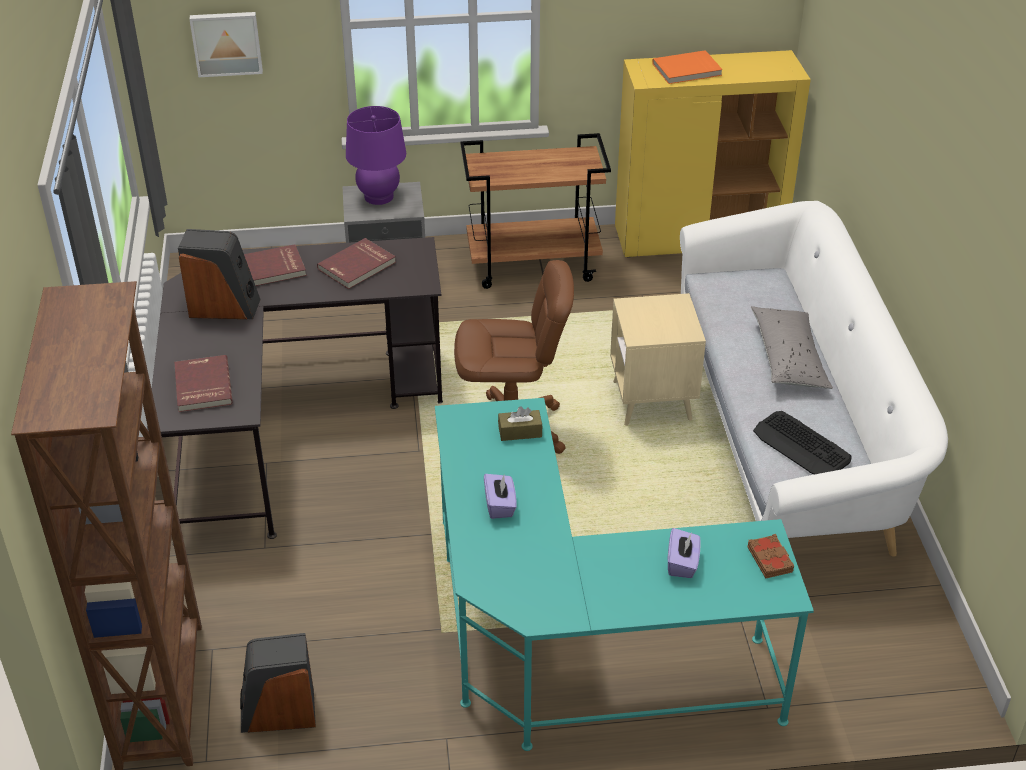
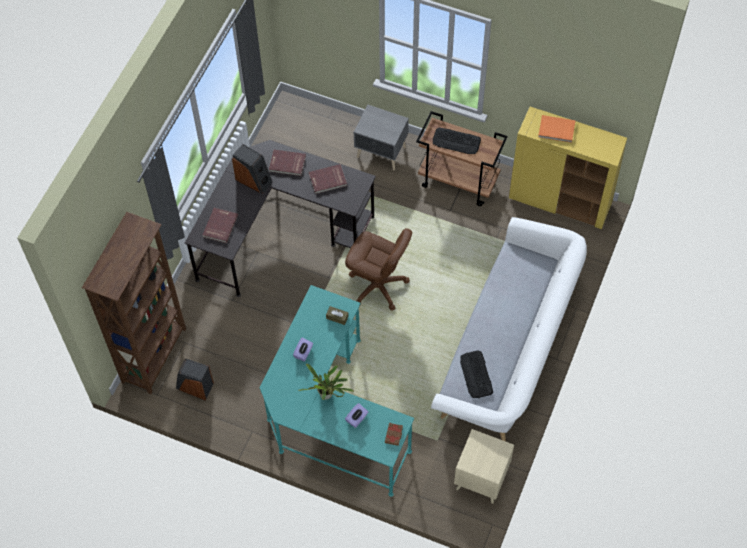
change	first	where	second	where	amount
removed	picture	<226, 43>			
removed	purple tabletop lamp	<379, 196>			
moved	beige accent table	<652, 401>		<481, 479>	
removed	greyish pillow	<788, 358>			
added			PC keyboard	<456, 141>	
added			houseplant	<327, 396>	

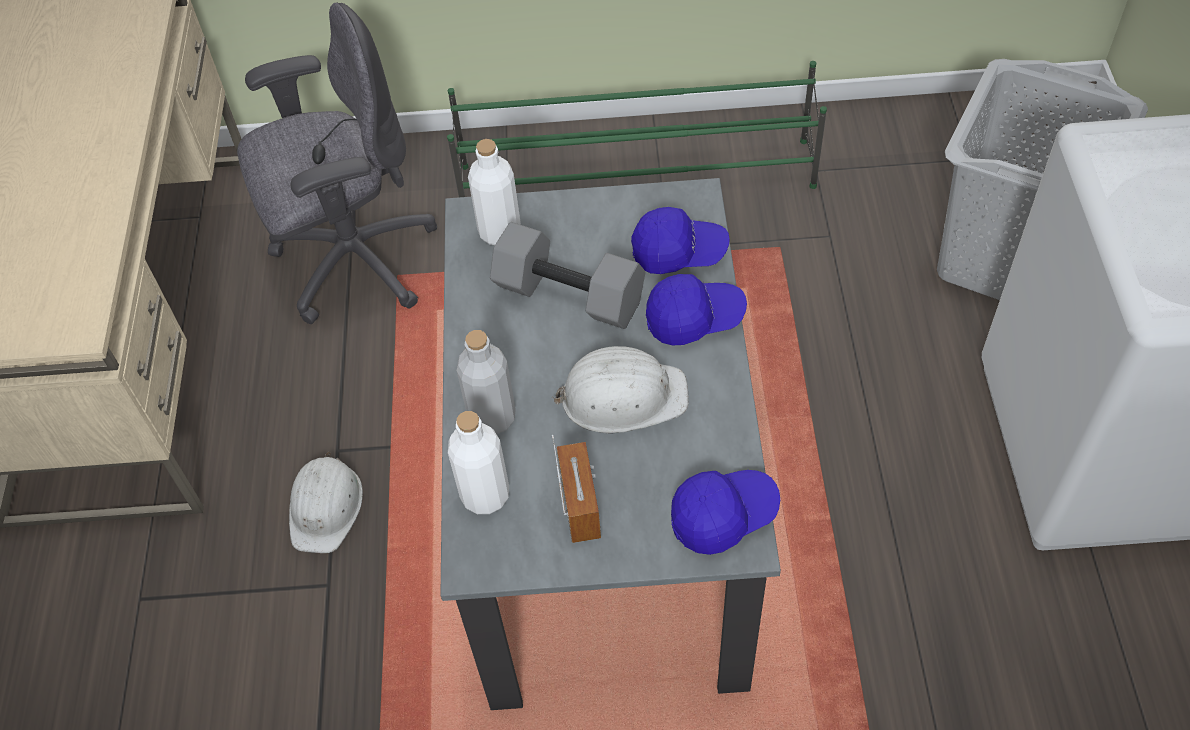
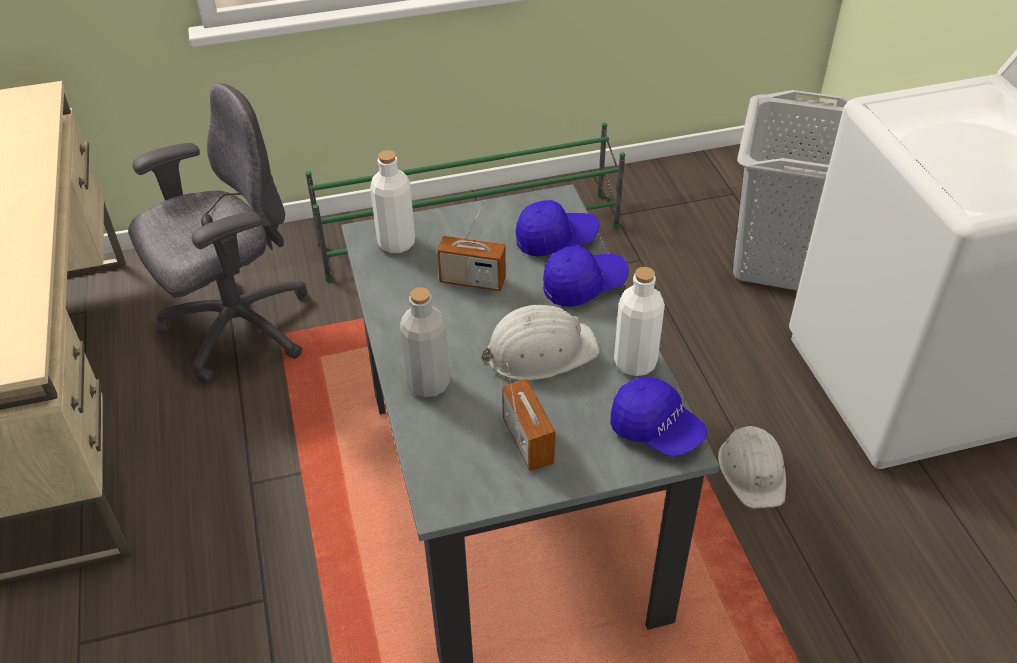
change	first	where	second	where	amount
replaced	greyish dumbbell	<571, 293>	radio set	<472, 281>	
moved	white-coloured drink bottle	<485, 495>		<635, 363>	
moved	white-coloured work helmet	<326, 507>		<753, 471>	
turned	blue-coloured baseball cap	<723, 515>		<656, 430>	75 degrees clockwise

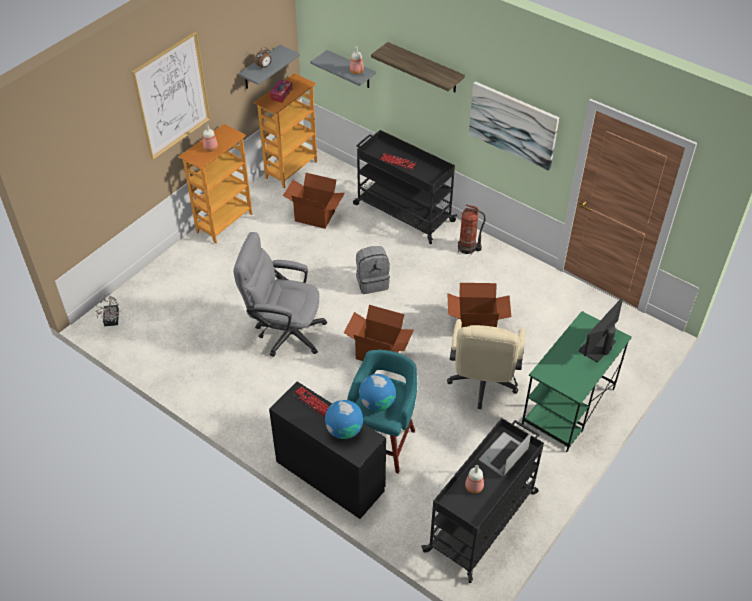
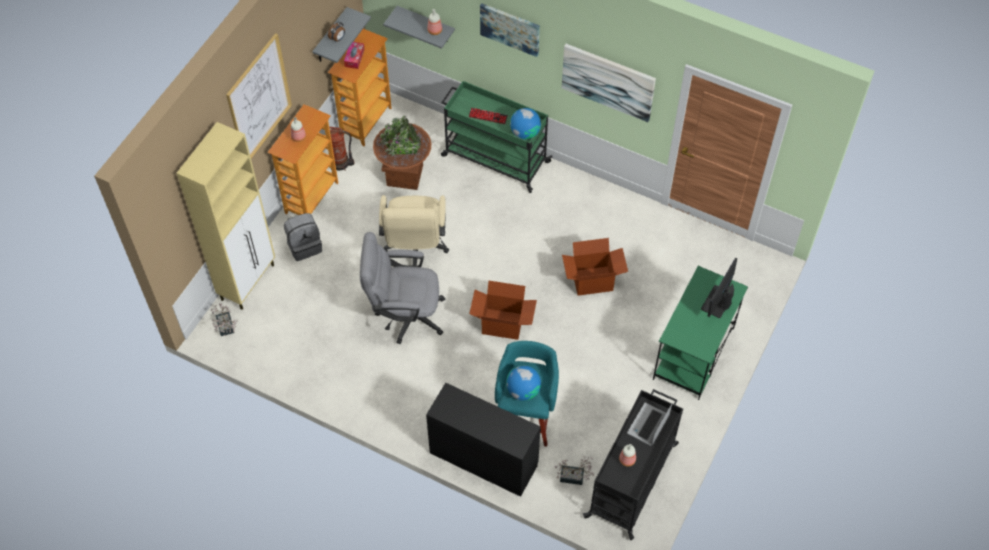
change	first	where	second	where	amount
replaced	bracket shelf	<425, 68>	picture	<510, 29>	
recoloured	black-coloured cart	<402, 212>	green-coloured cart	<494, 158>	
replaced	packing box	<315, 215>	brown-coloured flower pot	<404, 175>	
moved	extinguisher	<468, 248>		<341, 163>	
moved	greyish knapsack	<372, 282>		<305, 246>	
moved	beige desk chair	<482, 385>		<415, 249>	
removed	PC keyboard	<313, 402>			
moved	globe	<344, 430>		<525, 133>	
added			beige cupboard	<248, 281>	
added			houseplant	<575, 477>	

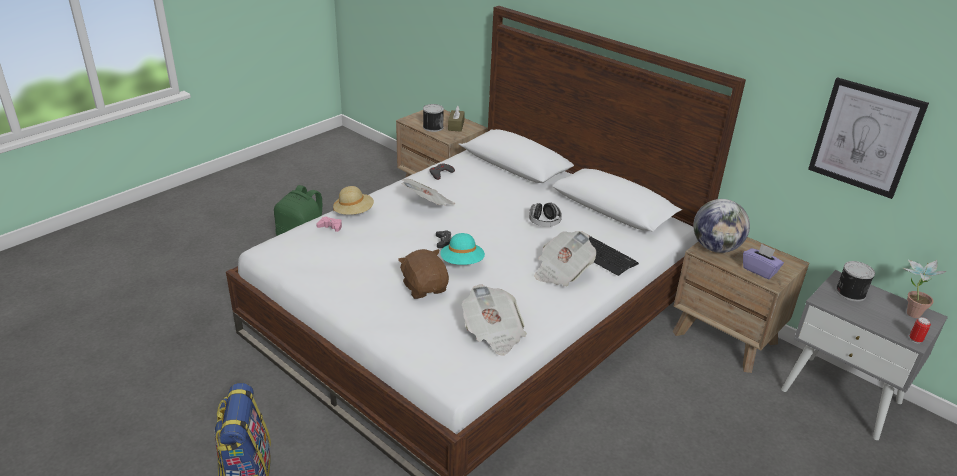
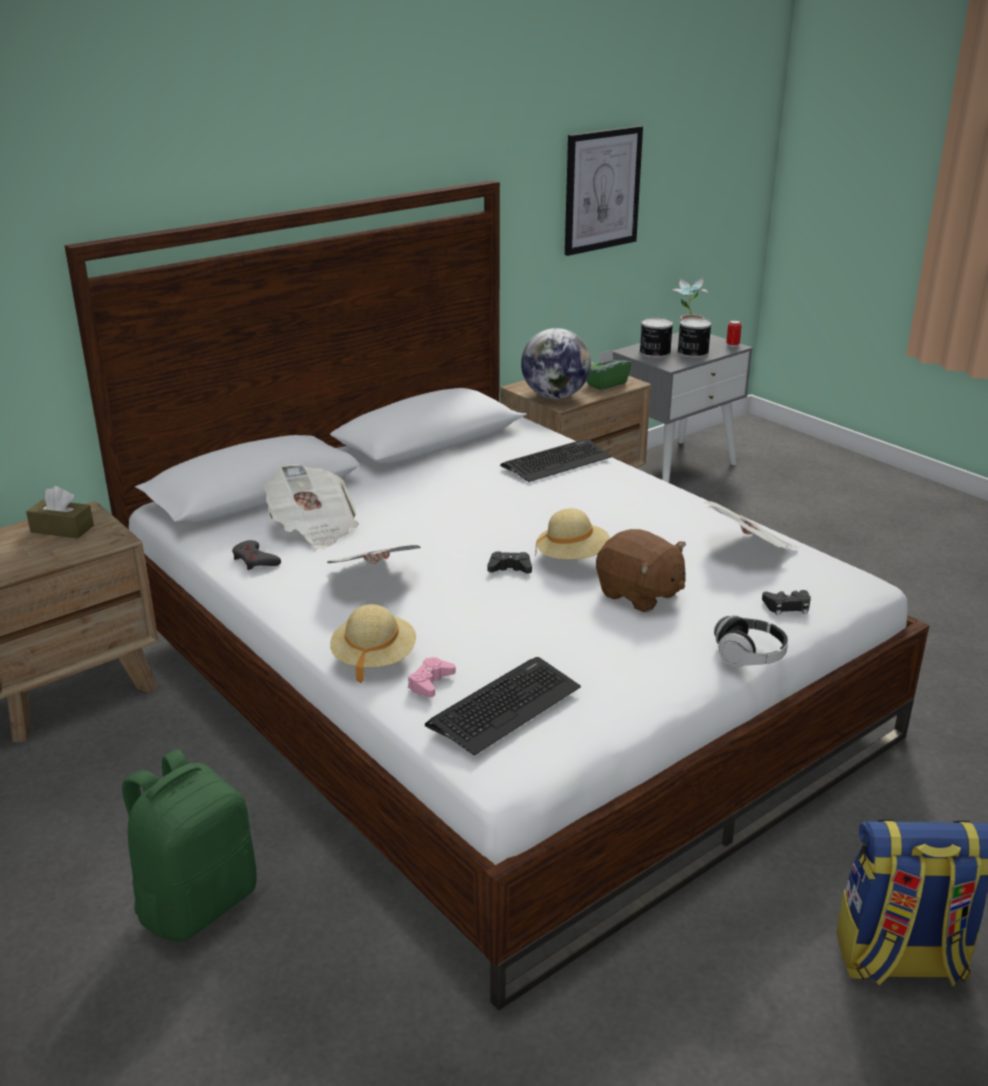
change	first	where	second	where	amount
moved	can	<432, 127>		<692, 353>	
moved	pair of headphones	<544, 222>		<749, 656>	
moved	newspaper	<562, 271>		<313, 528>	
recoloured	blue-green hat	<462, 263>	beige hat	<572, 558>	
recoloured	purple box of tissues	<759, 270>	green-coloured box of tissues	<606, 384>	
turned	brown-coloured soft toy	<425, 288>		<639, 594>	120 degrees counterclockwise
added			black-coloured game controller	<787, 606>	
added			PC keyboard	<504, 706>	

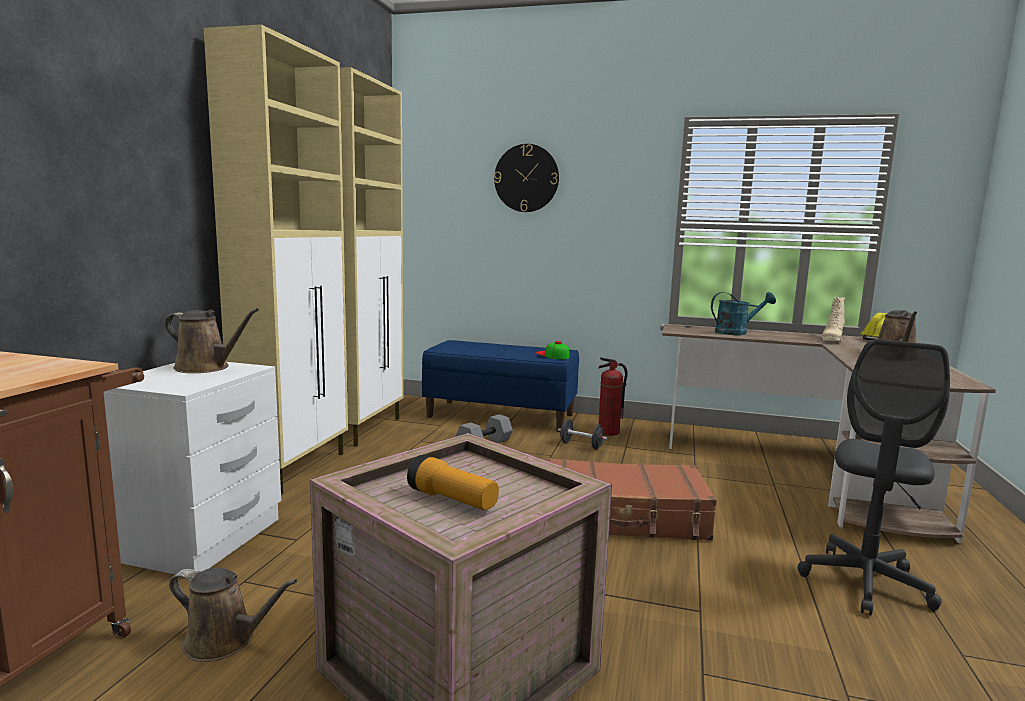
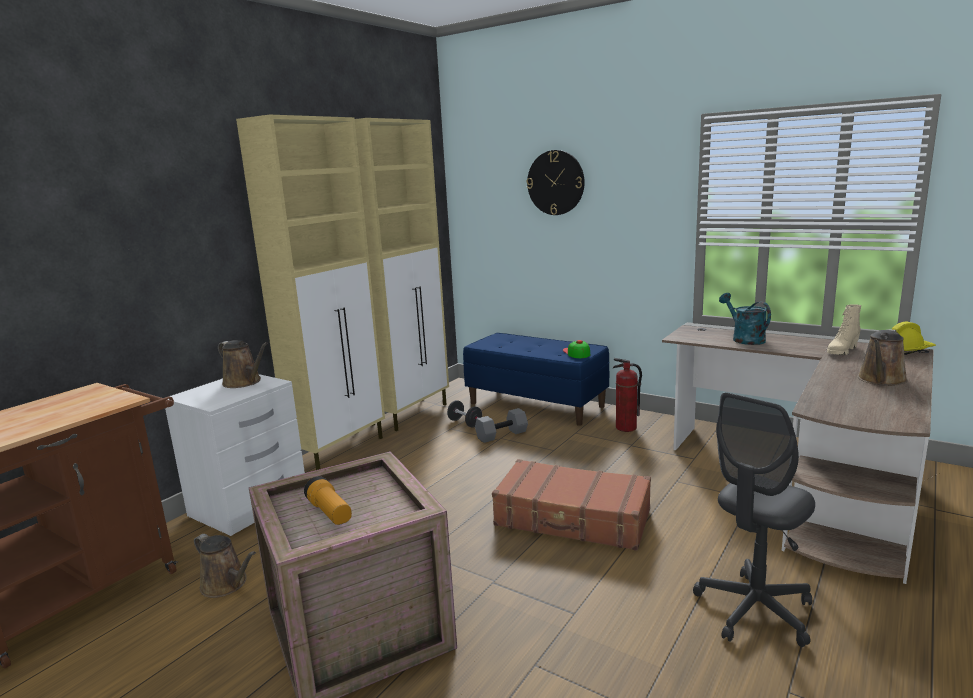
change	first	where	second	where	amount
turned	blue-green sprinkling can	<736, 332>		<744, 339>	120 degrees counterclockwise
moved	black-coloured dumbbell	<581, 445>		<465, 423>	

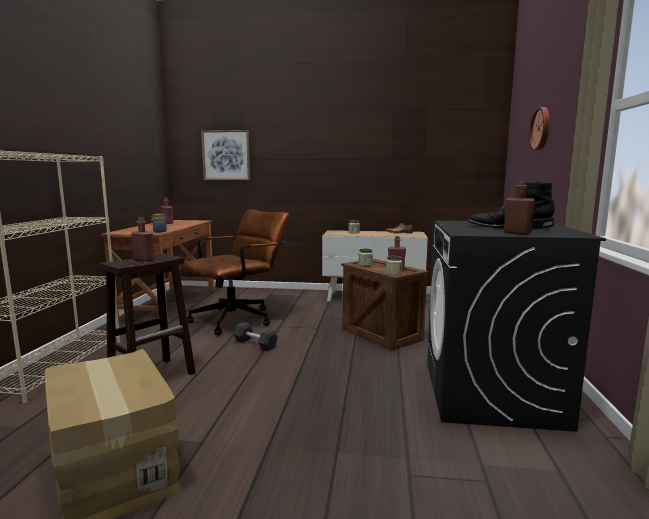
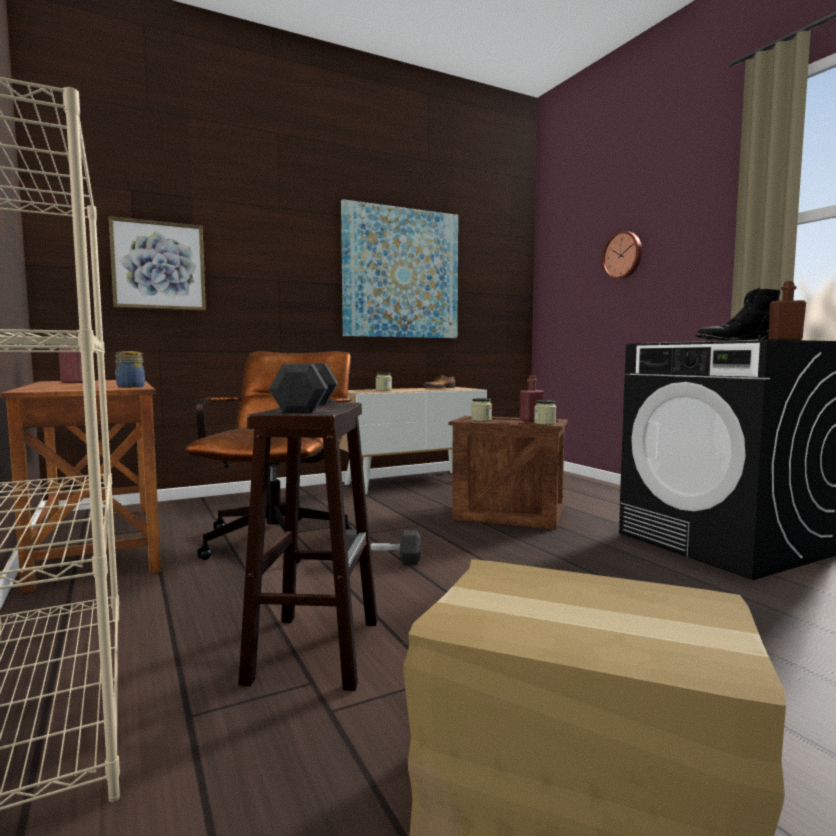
change	first	where	second	where	amount
replaced	red-coloured drink bottle	<144, 259>	greyish dumbbell	<307, 407>	
added			picture	<401, 273>	

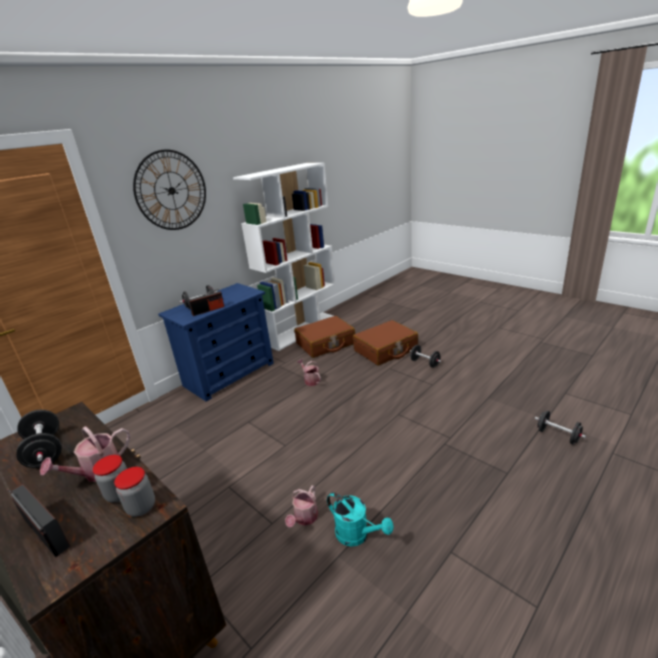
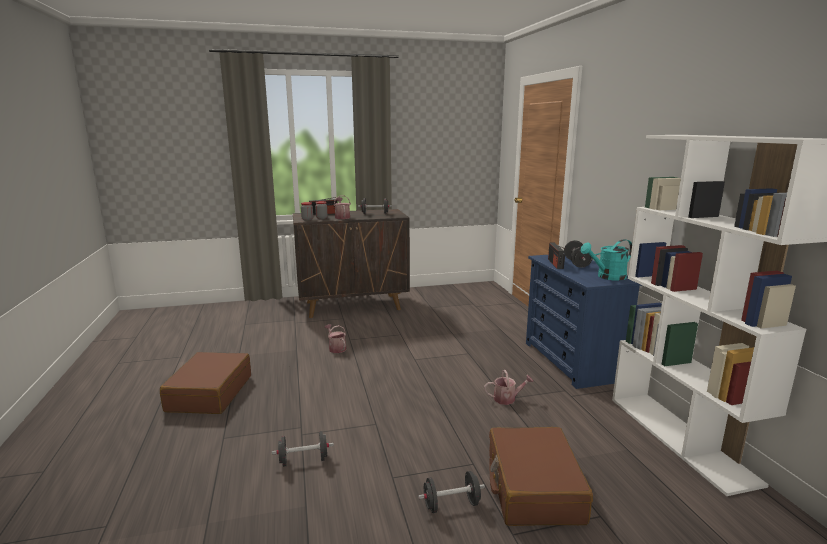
change	first	where	second	where	amount
removed	hanging clock	<171, 190>			
moved	brown-coloured piece of luggage	<325, 344>		<209, 393>	
moved	black-coloured dumbbell	<557, 435>		<303, 460>	
moved	blue-green sprinkling can	<357, 535>		<607, 277>	

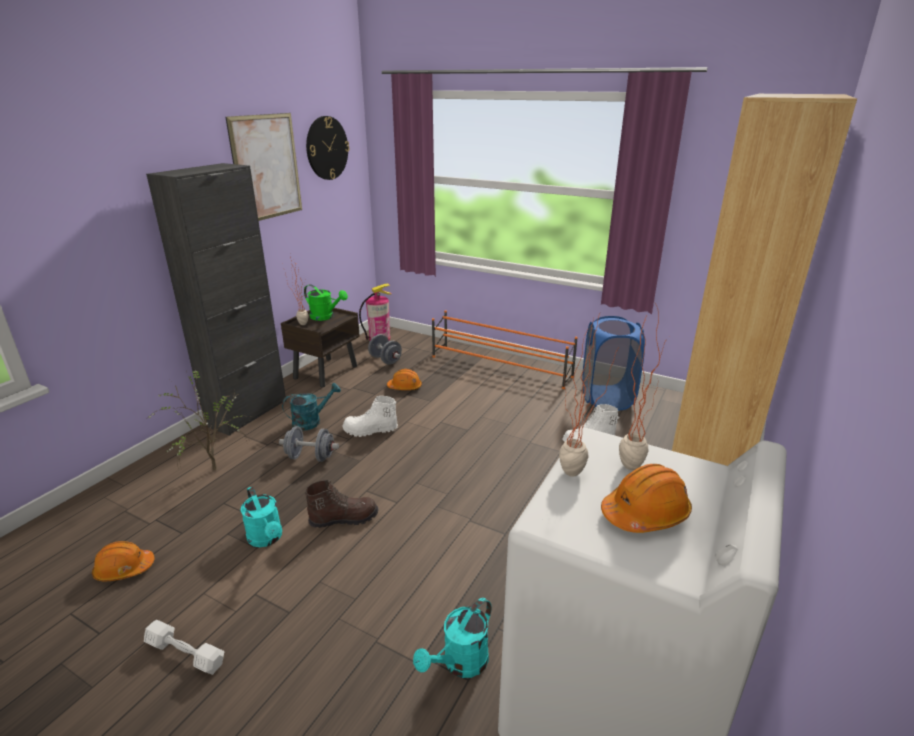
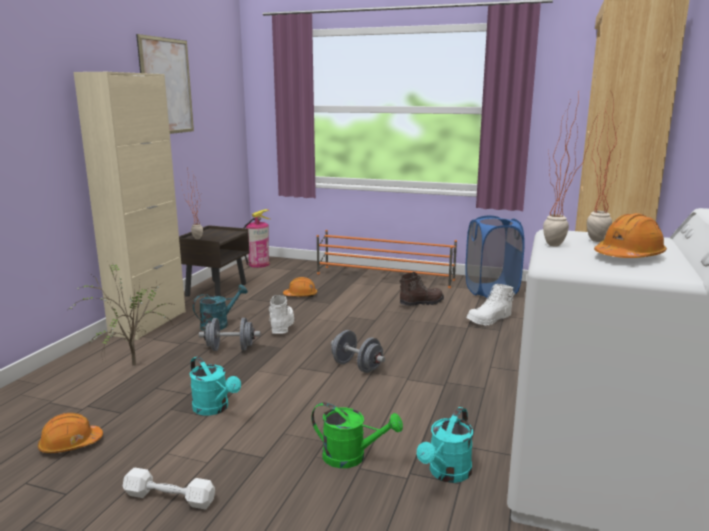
change	first	where	second	where	amount
removed	hanging clock	<327, 148>			
recoloured	black-coloured cupboard	<247, 413>	beige cupboard	<148, 323>	
moved	green-coloured sprinkling can	<325, 317>		<352, 457>	
moved	greyish dumbbell	<385, 360>		<357, 366>	
turned	white-coloured tall boot	<370, 431>		<281, 327>	105 degrees clockwise
moved	brown-coloured tall boot	<344, 518>		<421, 303>	

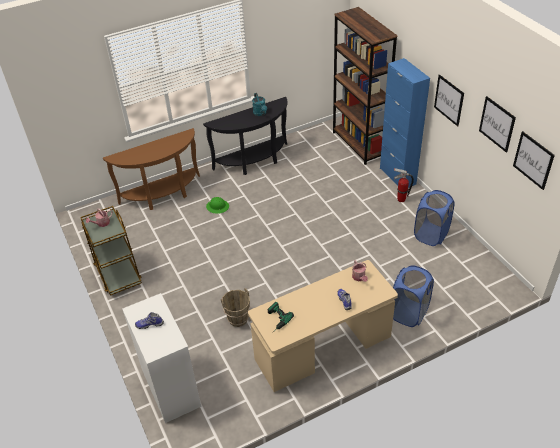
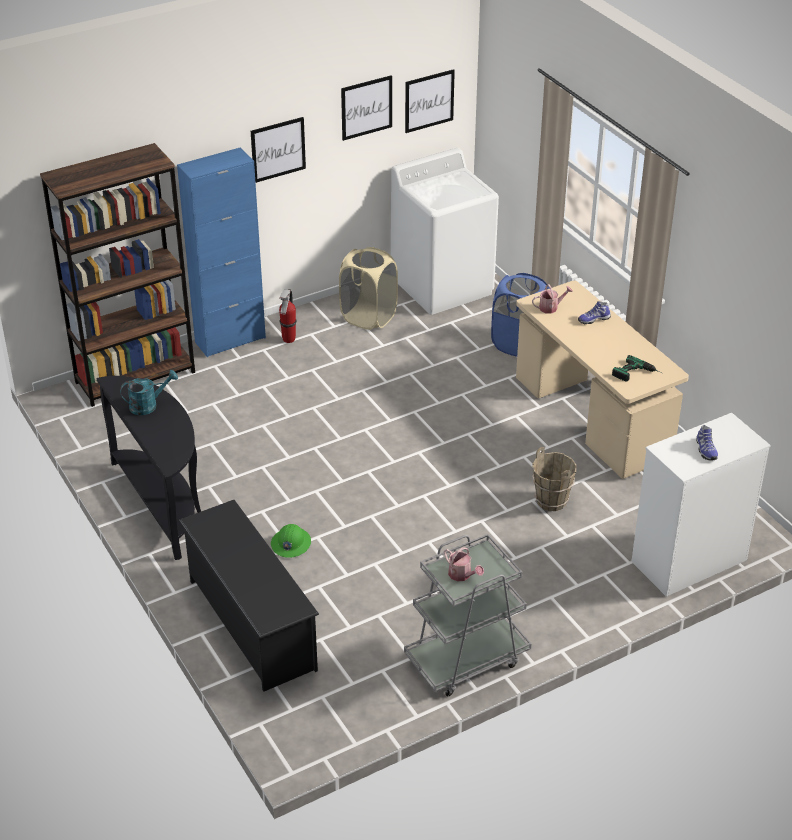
change	first	where	second	where	amount
replaced	brown-coloured hall table	<163, 195>	black-coloured shoe rack	<251, 624>	
recoloured	blue-coloured hamper	<431, 234>	beige hamper	<368, 317>	
recoloured	brown-coloured cart	<118, 273>	greyish cart	<466, 659>	
added			white-coloured laundry appliance	<443, 286>	

